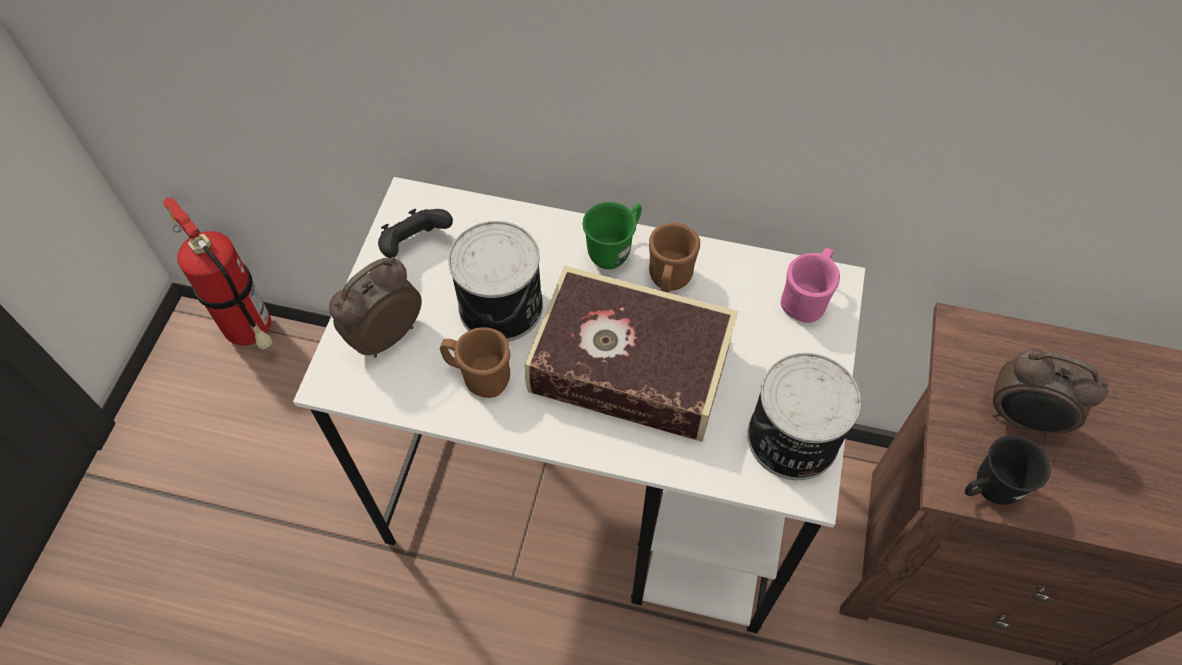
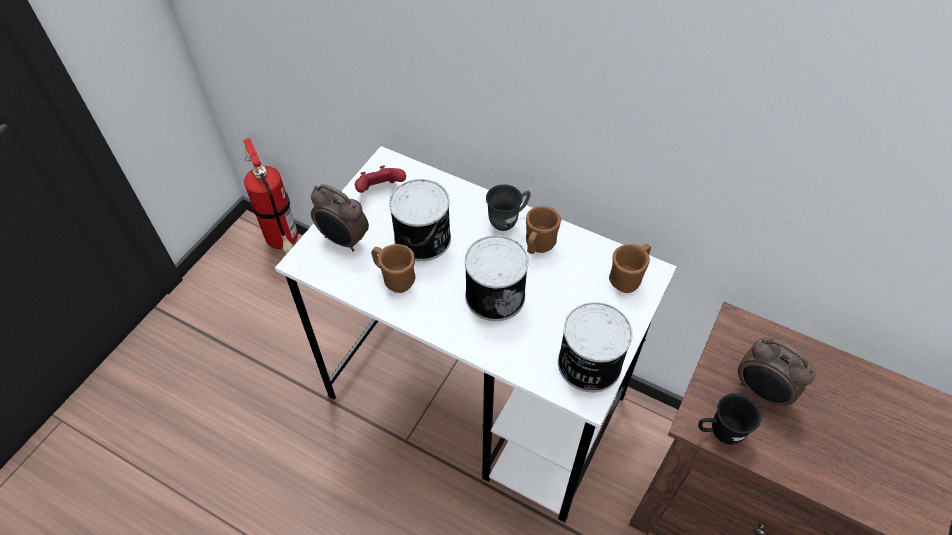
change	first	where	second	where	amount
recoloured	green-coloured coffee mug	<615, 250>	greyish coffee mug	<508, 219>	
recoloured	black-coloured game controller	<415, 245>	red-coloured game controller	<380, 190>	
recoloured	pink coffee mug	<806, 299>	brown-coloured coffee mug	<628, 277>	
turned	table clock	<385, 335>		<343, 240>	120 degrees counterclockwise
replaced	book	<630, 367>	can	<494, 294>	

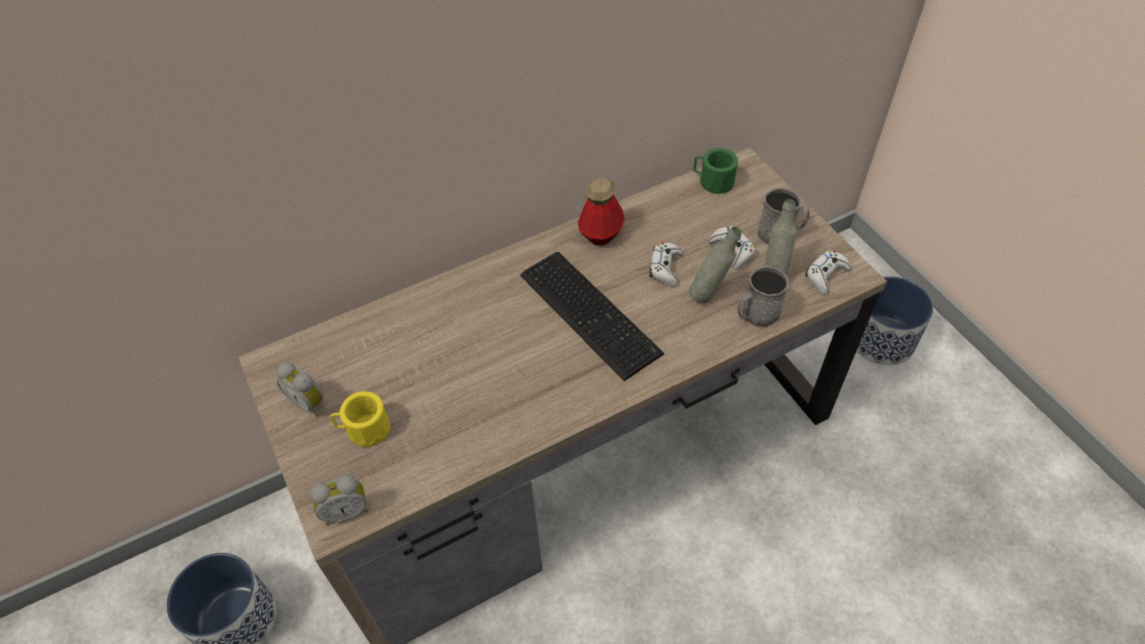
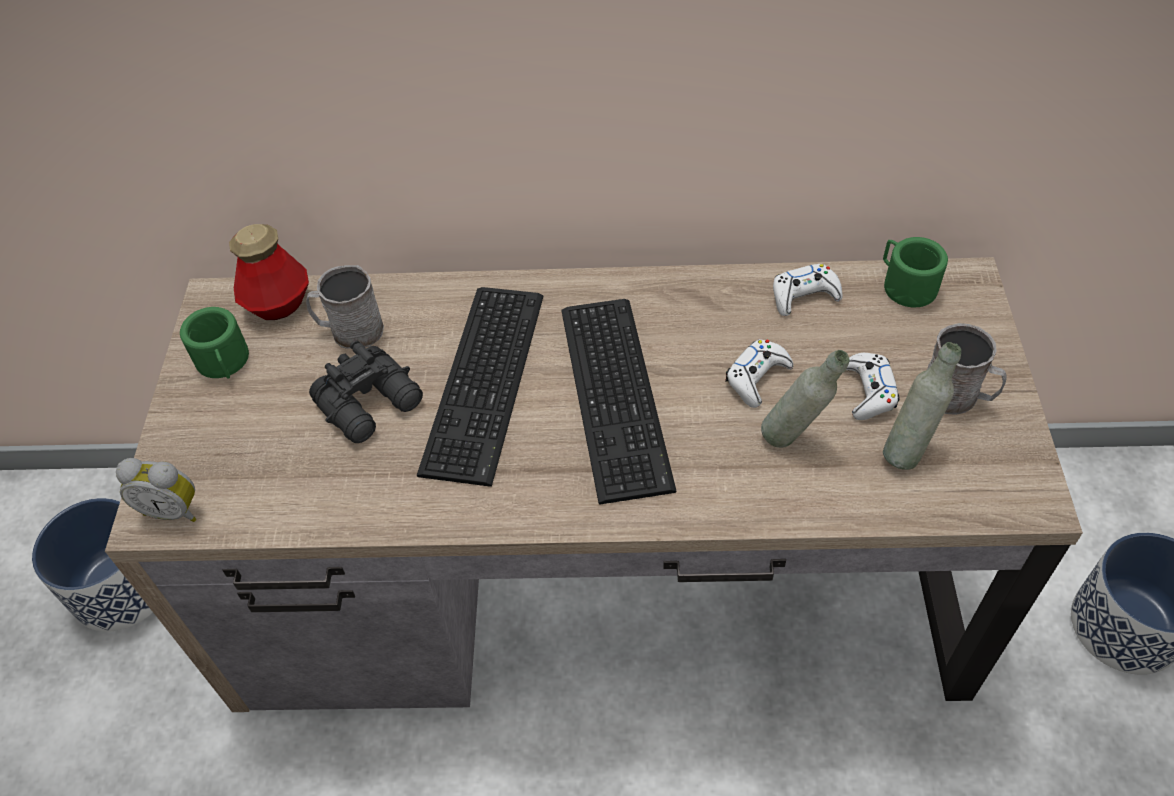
change	first	where	second	where	amount
moved	drink bottle	<601, 234>		<278, 305>	
moved	white-coloured game controller	<826, 275>		<804, 296>	
moved	greyish coffee mug	<756, 315>		<350, 331>	
replaced	table clock	<310, 402>	green-coloured coffee mug	<224, 363>	
removed	yellow-coloured coffee mug	<364, 429>			
added			PC keyboard	<489, 379>	
added			black-coloured pair of binoculars	<372, 403>	

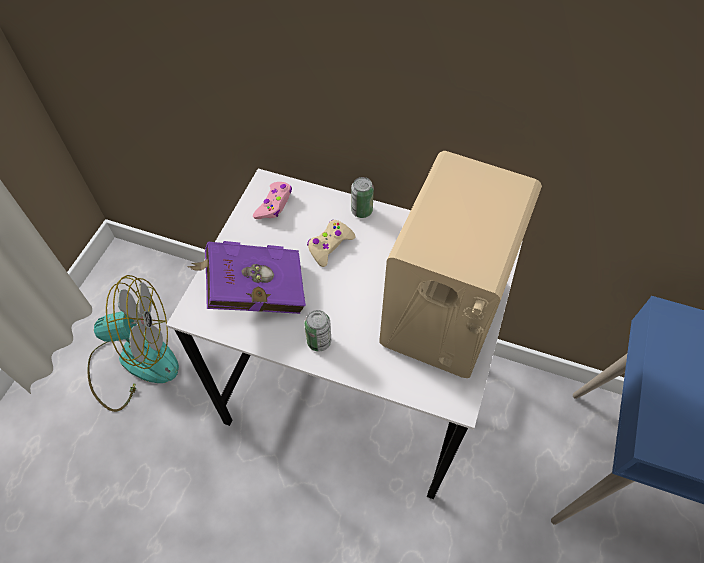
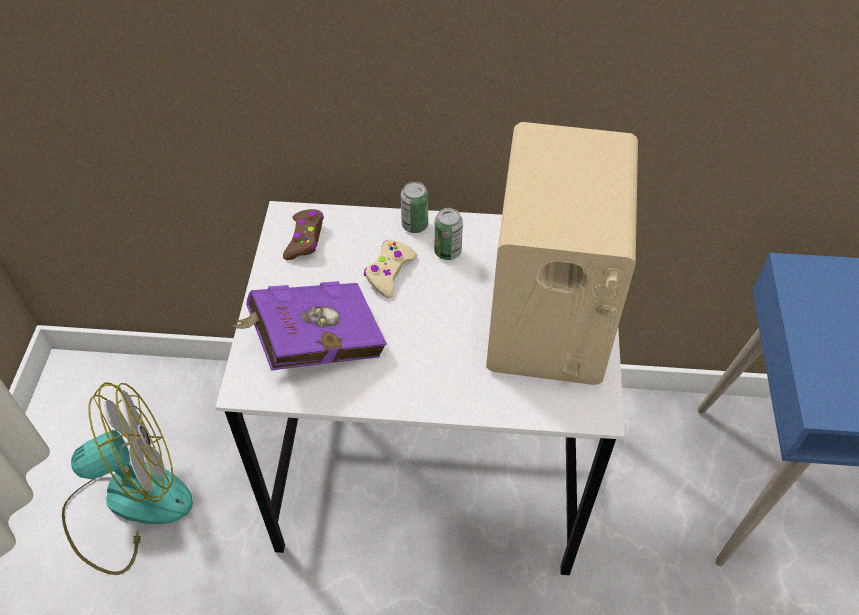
change	first	where	second	where	amount
recoloured	pink game controller	<274, 204>	brown-coloured game controller	<305, 239>	
moved	can	<319, 341>		<447, 251>	

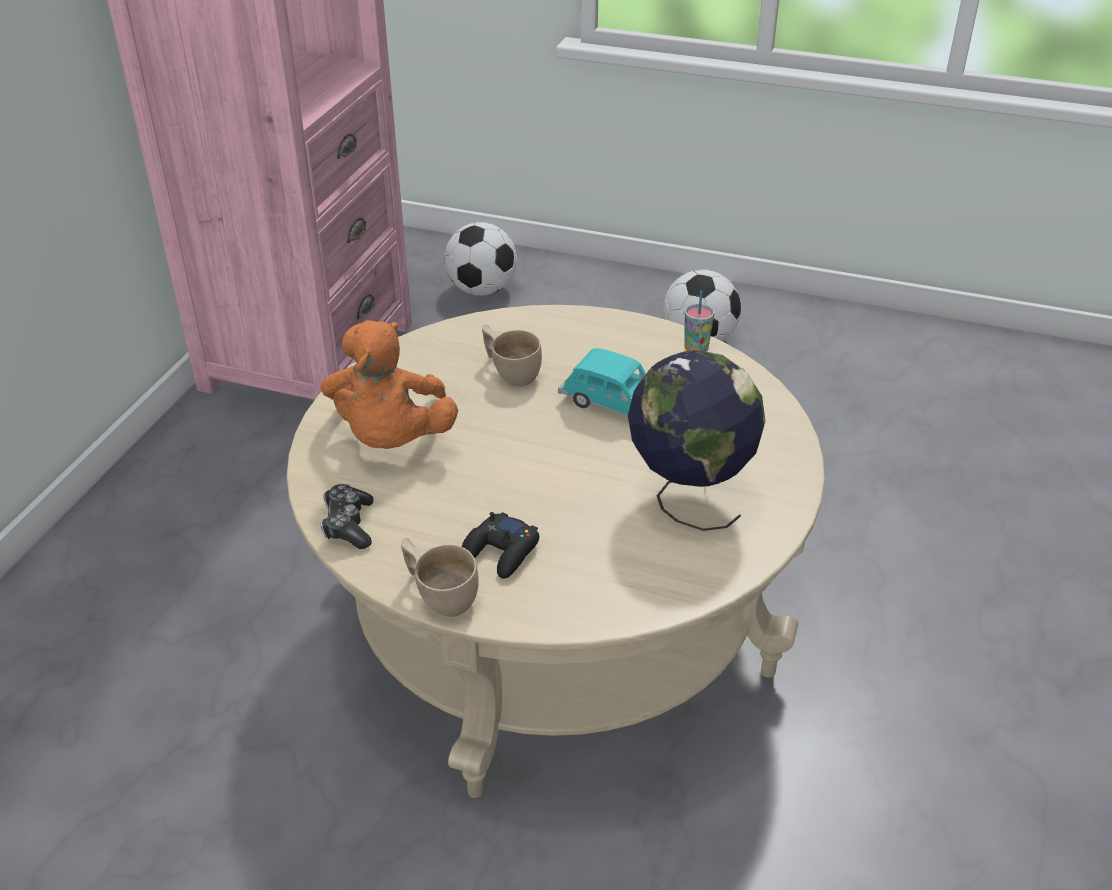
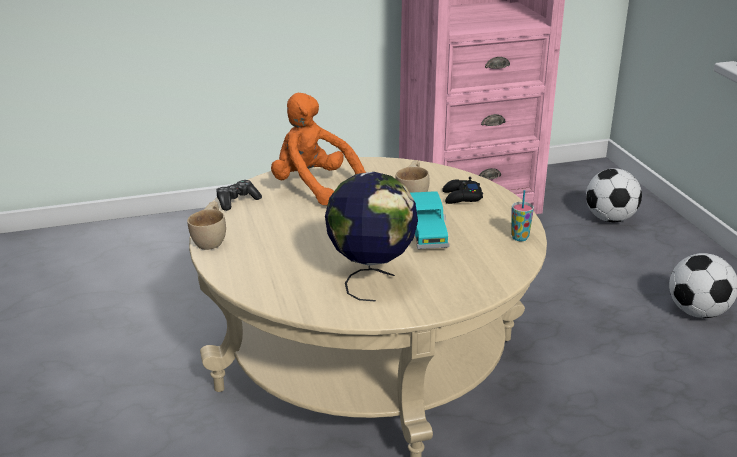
change	first	where	second	where	amount
turned	orange soft toy	<391, 439>		<313, 187>	75 degrees clockwise
moved	black-coloured game controller	<501, 552>		<461, 197>	

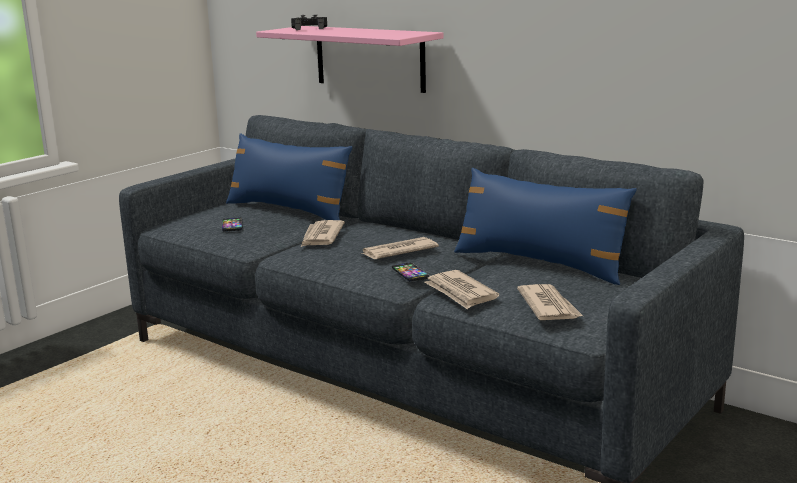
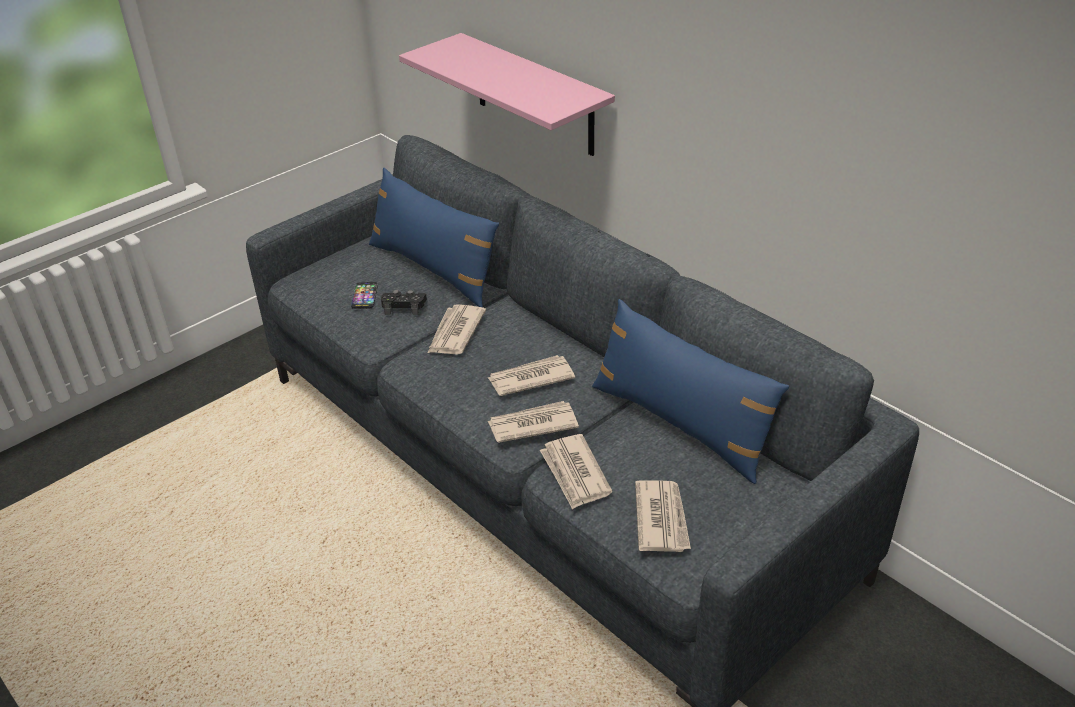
change	first	where	second	where	amount
moved	black-coloured game controller	<309, 29>		<404, 306>	
replaced	handset	<410, 273>	newspaper	<532, 425>	

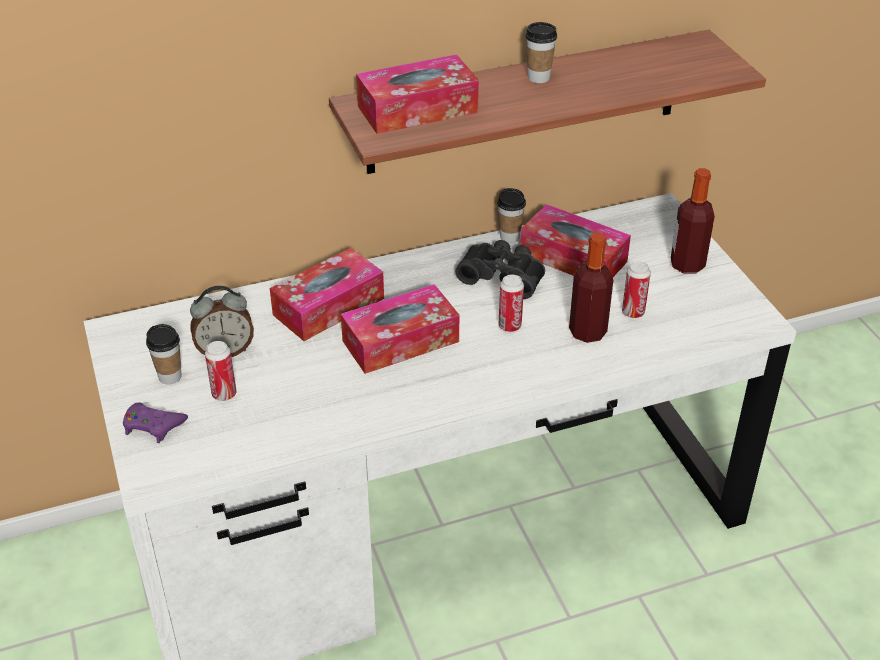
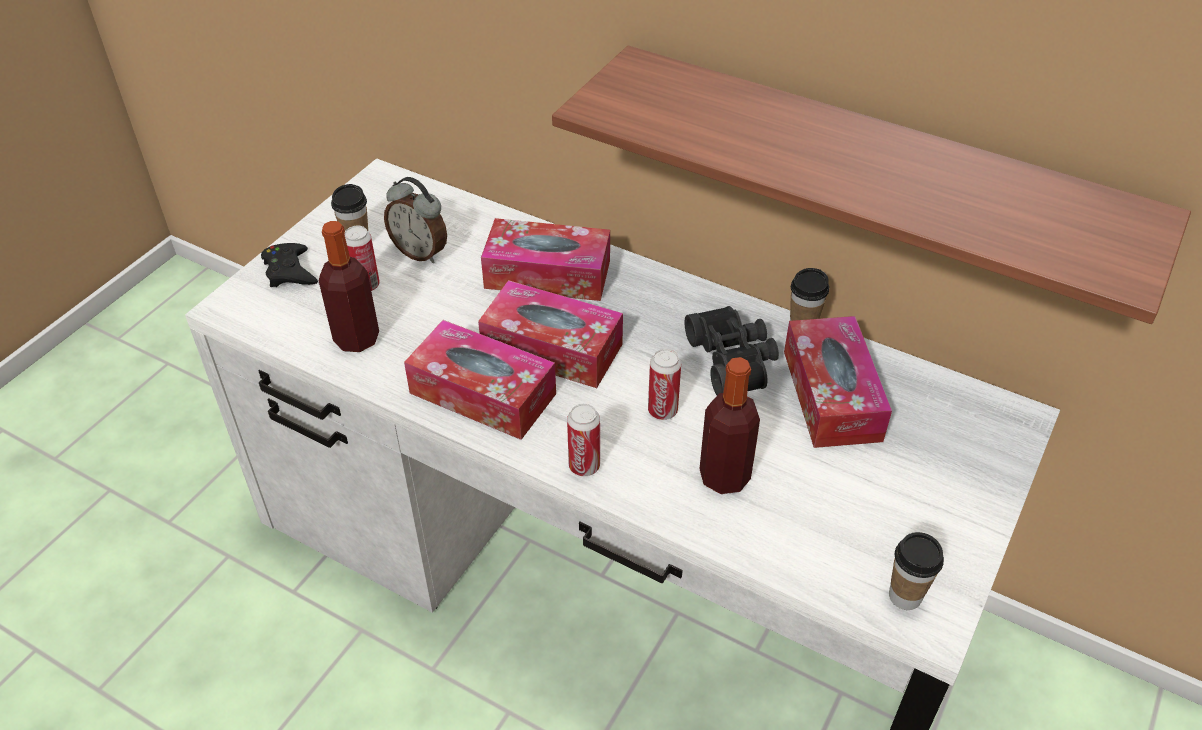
change	first	where	second	where	amount
moved	cup	<538, 78>		<905, 596>	
moved	box of tissues	<417, 109>		<482, 393>	
moved	drink bottle	<687, 265>		<356, 339>	
moved	can	<633, 312>		<584, 466>	
recoloured	purple game controller	<153, 425>	black-coloured game controller	<290, 271>	

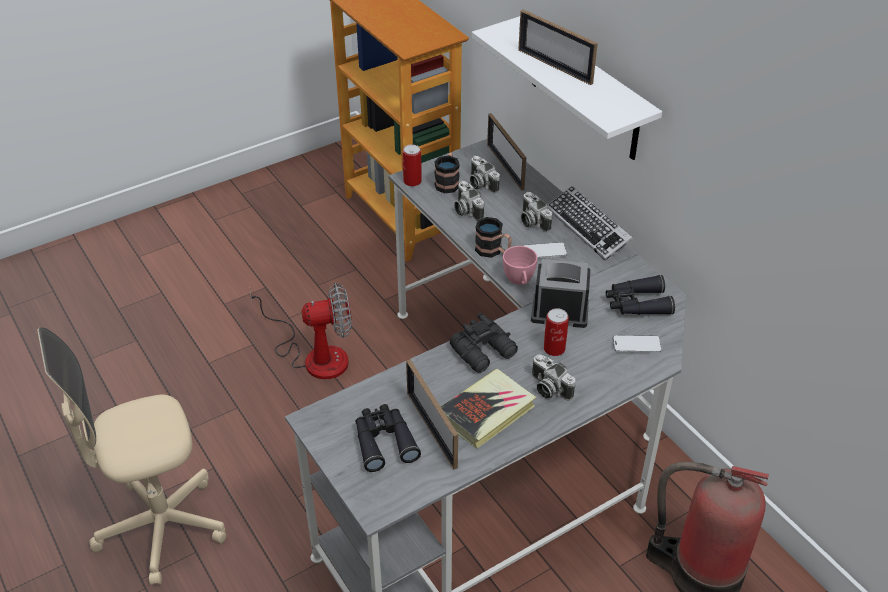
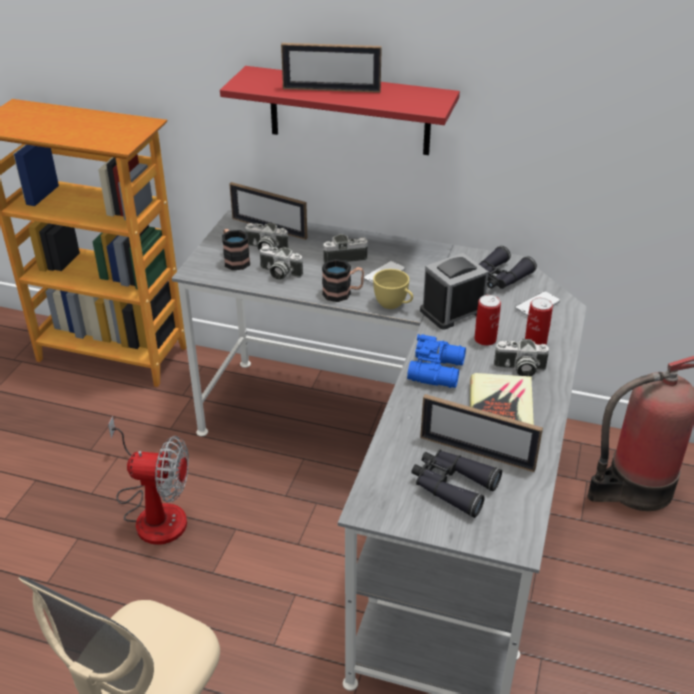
change	first	where	second	where	amount
recoloured	white-coloured bracket shelf	<584, 90>	red-coloured bracket shelf	<349, 111>	
moved	can	<412, 181>		<535, 342>	
removed	PC keyboard	<588, 228>			
turned	photo camera	<532, 221>		<344, 257>	150 degrees clockwise
recoloured	pink cup	<519, 281>	yellow-coloured cup	<394, 305>	
turned	electric fan	<314, 355>		<154, 512>	60 degrees clockwise
recoloured	black-coloured pair of binoculars	<485, 352>	blue-coloured pair of binoculars	<438, 370>	

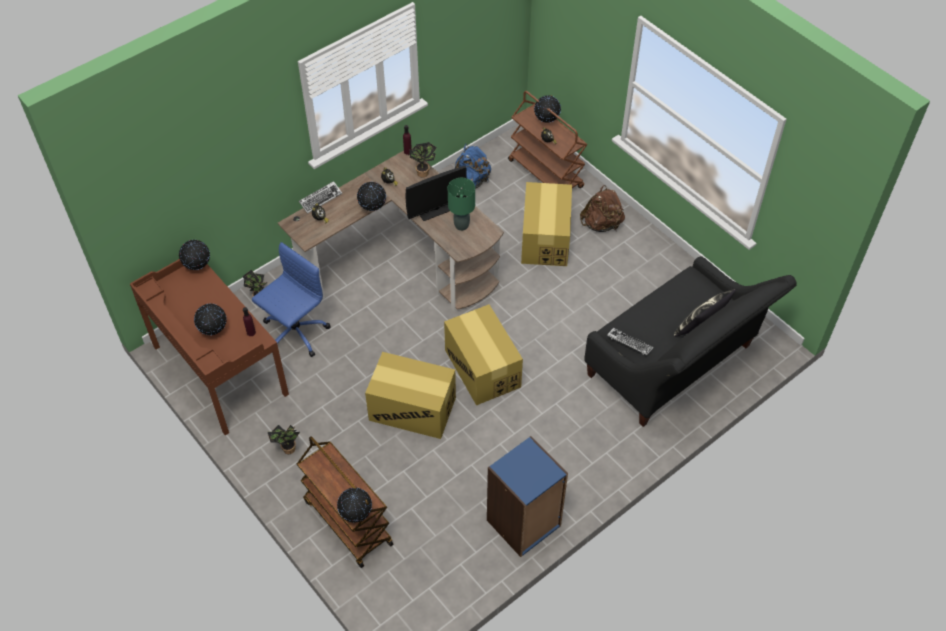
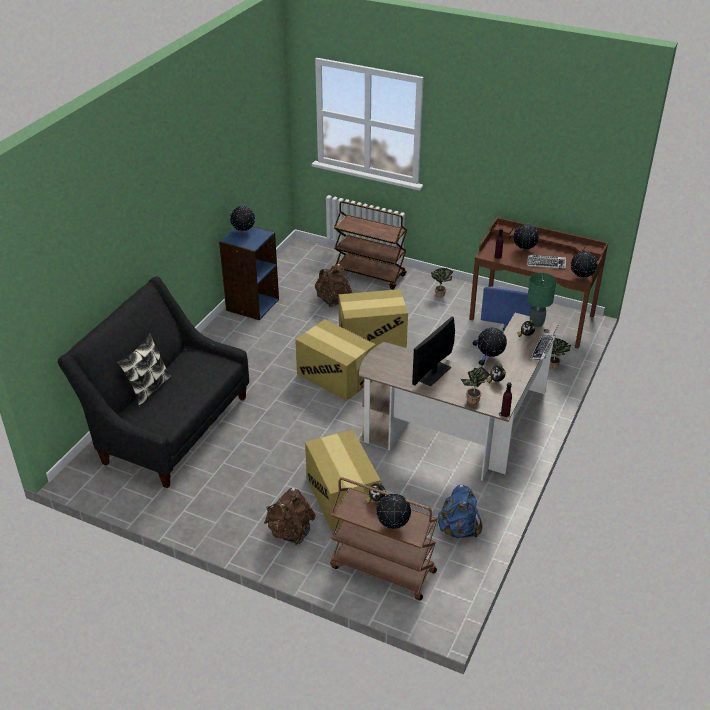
change	first	where	second	where	amount
moved	green-coloured tabletop lamp	<461, 226>		<536, 323>	
moved	PC keyboard	<629, 343>		<546, 264>	
moved	globe	<356, 515>		<243, 232>	
added			brown-coloured knapsack	<333, 300>	

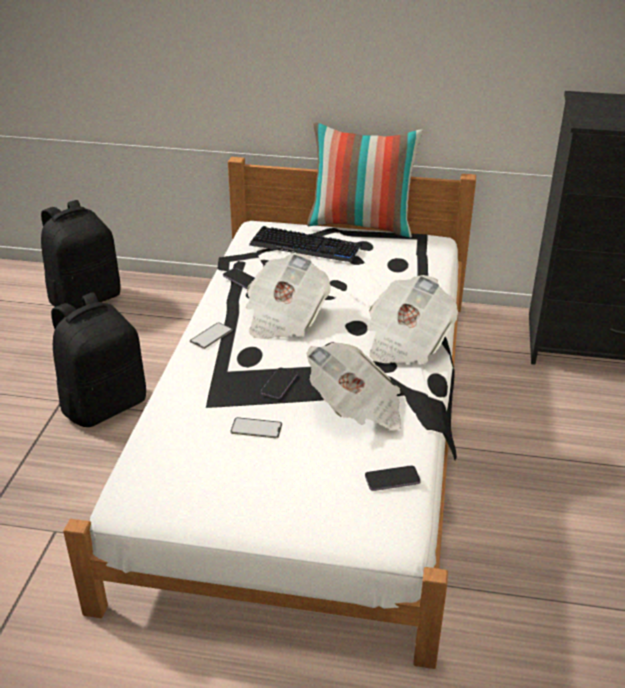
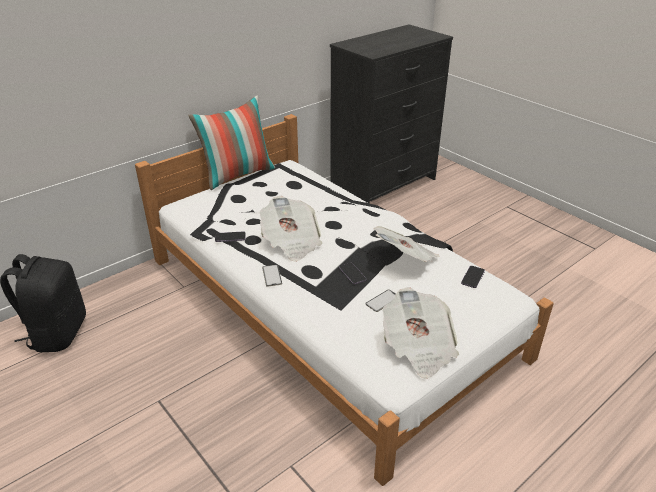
change	first	where	second	where	amount
removed	PC keyboard	<305, 246>			
moved	newspaper	<406, 342>		<418, 348>	
removed	black-coloured knapsack	<104, 405>			

